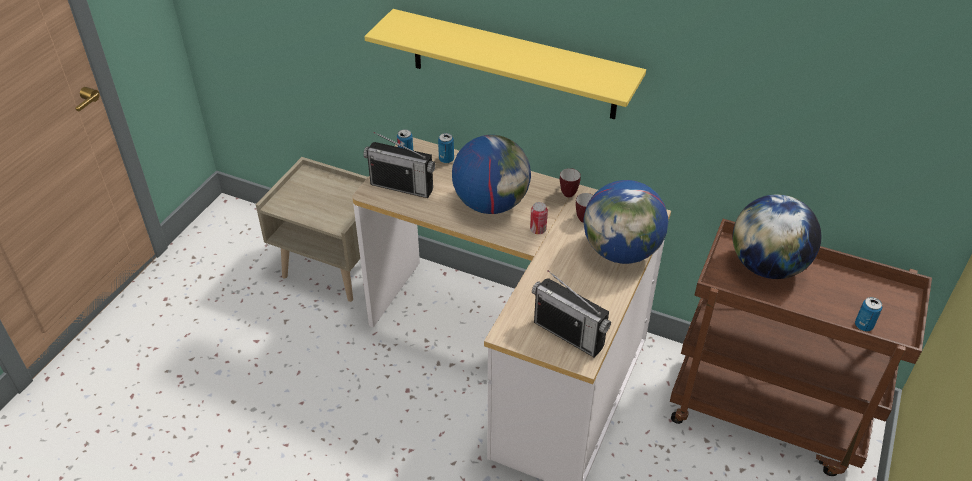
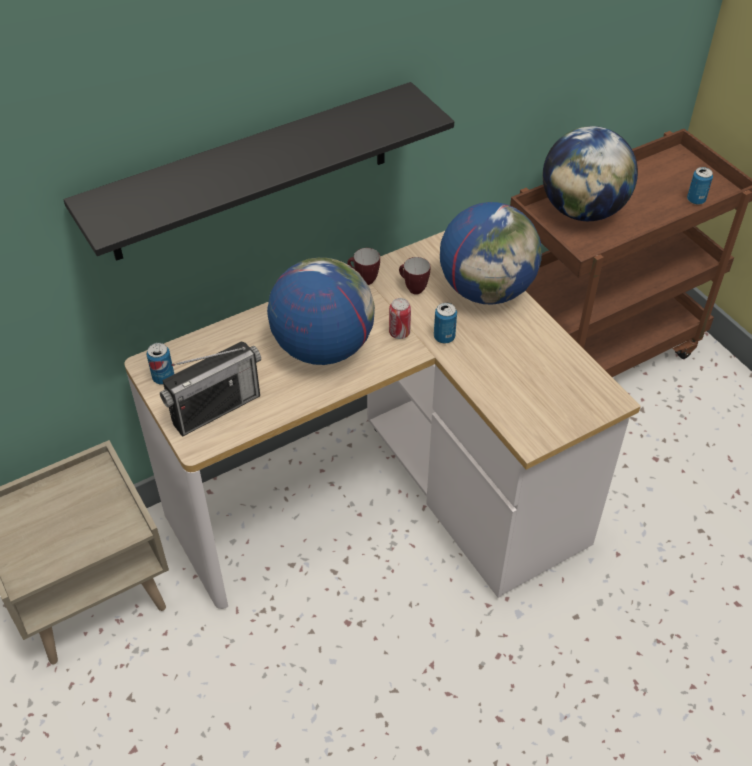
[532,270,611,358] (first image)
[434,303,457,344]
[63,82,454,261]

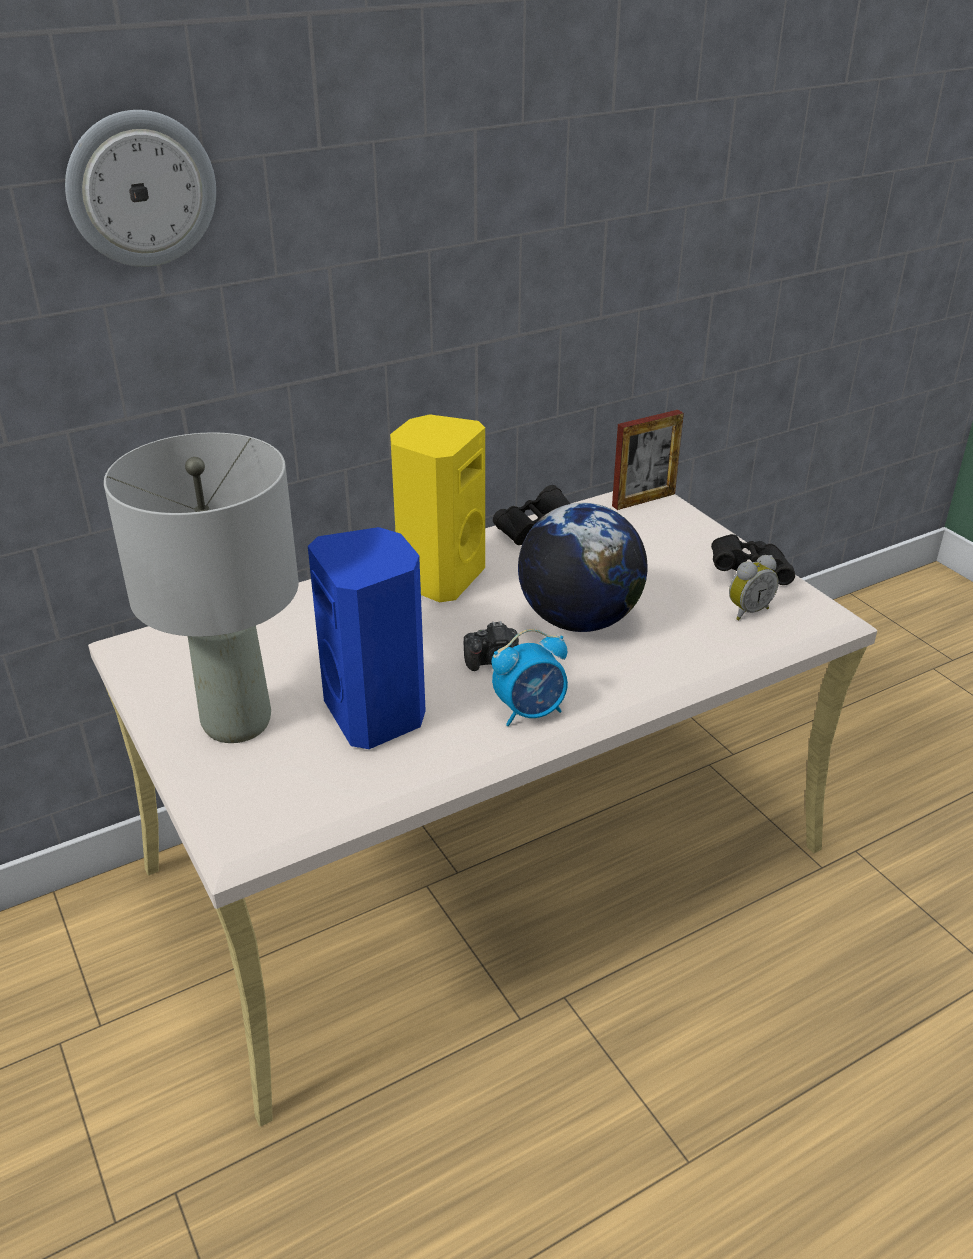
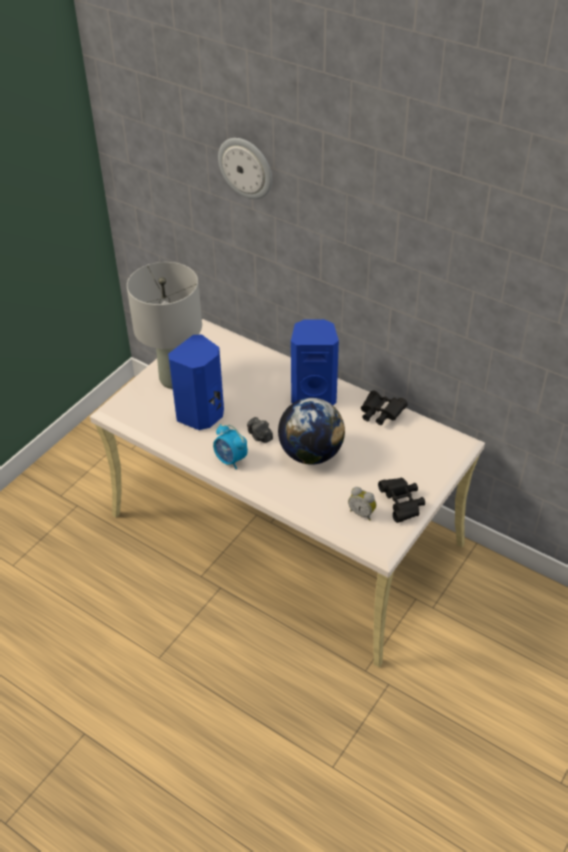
[612,410,684,510] (first image)
[291,319,339,405]

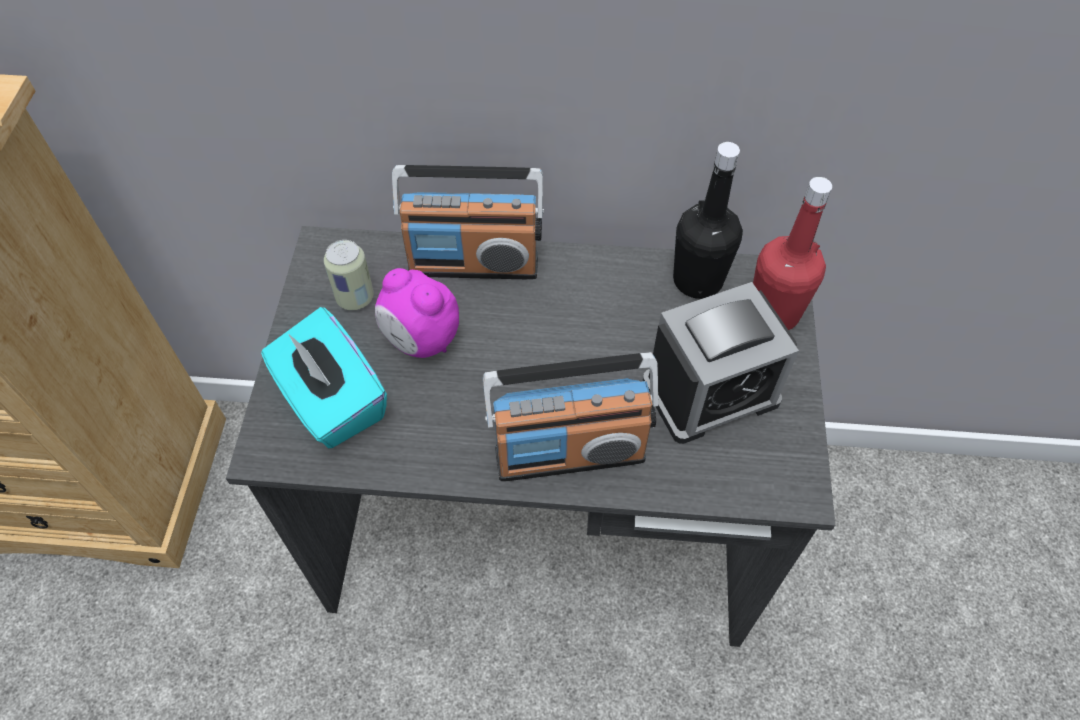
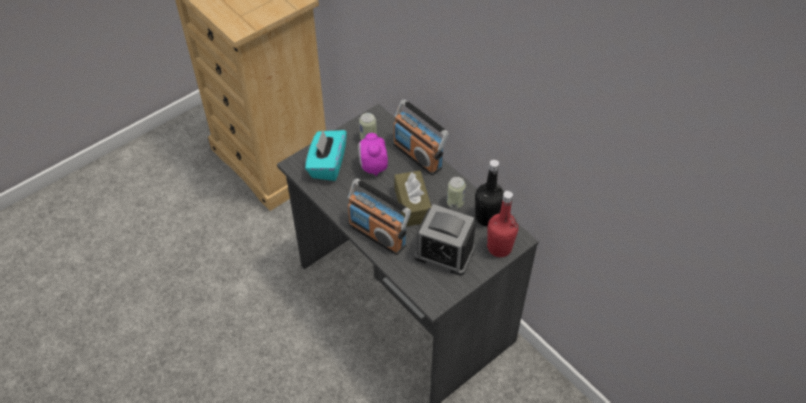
[394,170,431,227]
[447,177,466,209]

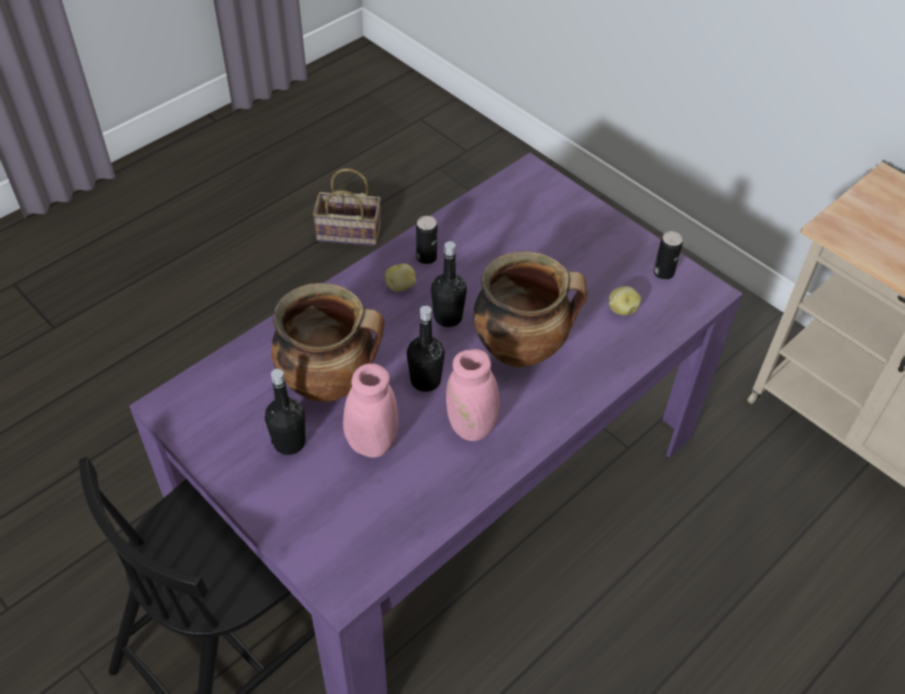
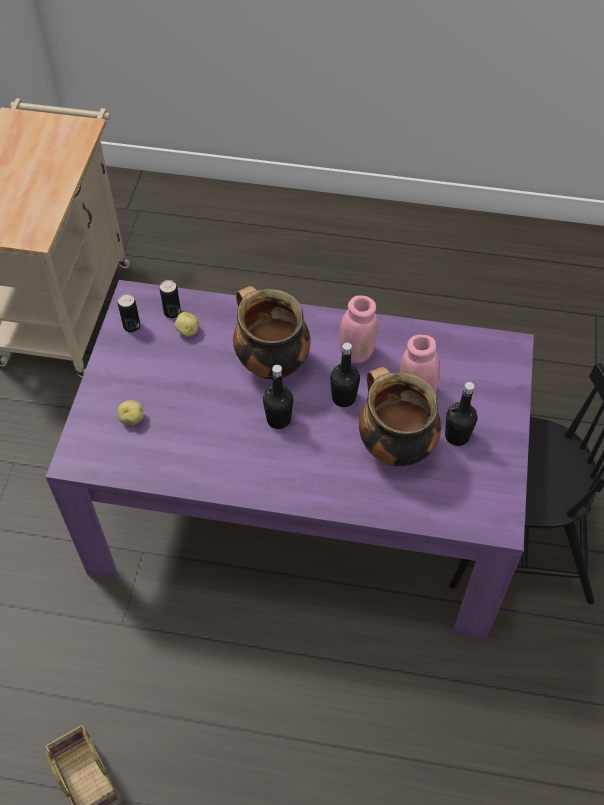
[117,400,144,425]
[160,280,181,318]

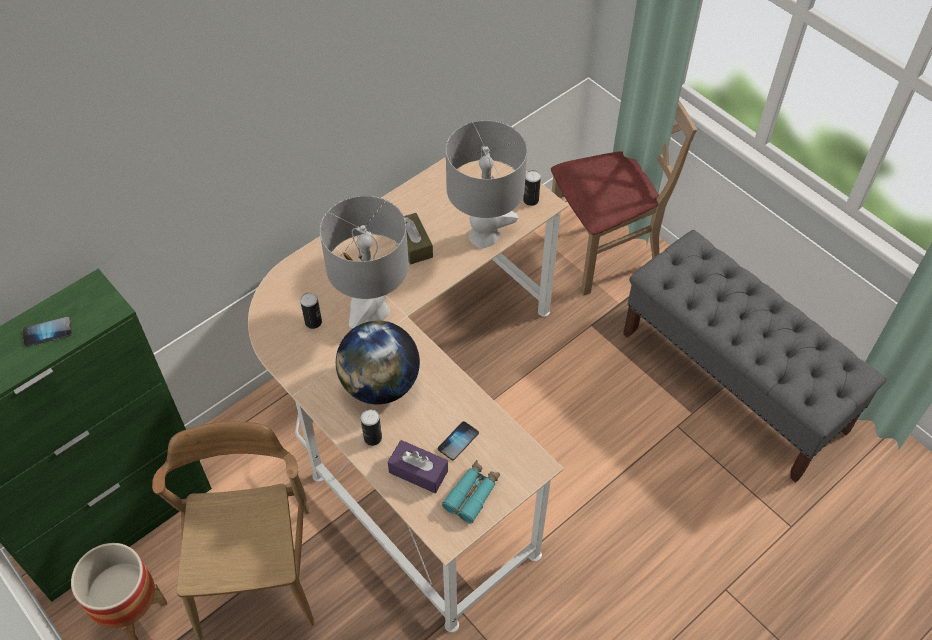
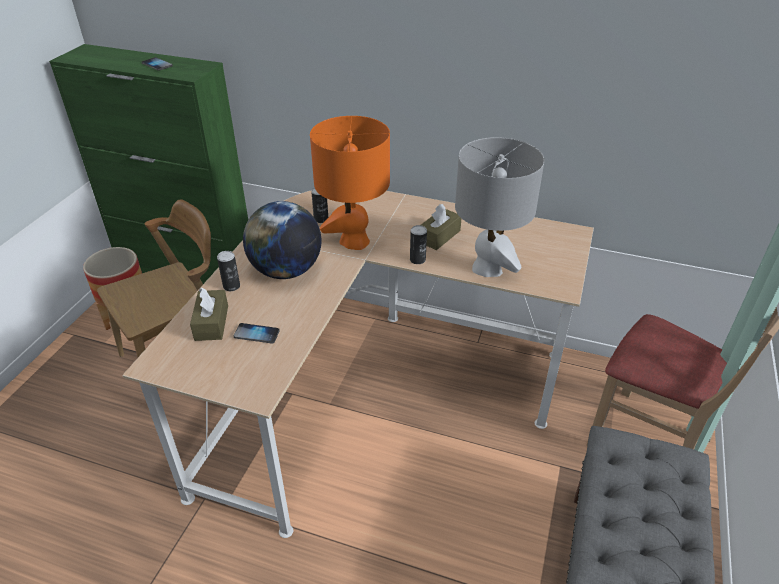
[442,460,500,523] (first image)
[410,225,427,264]
[310,116,390,250]
[190,288,228,341]

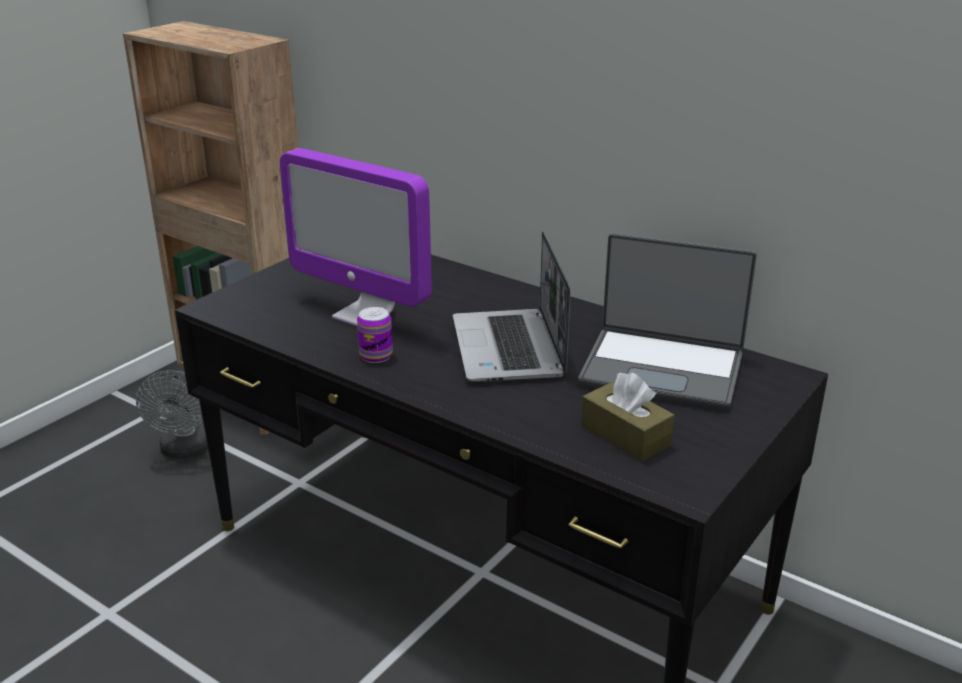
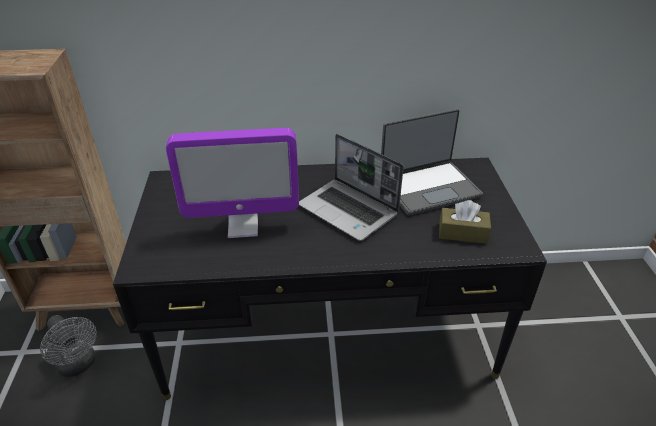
[357,307,393,363] (first image)

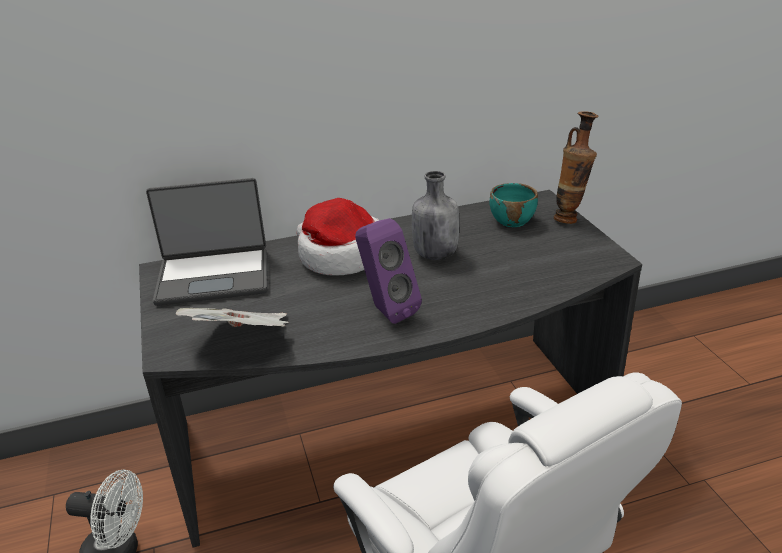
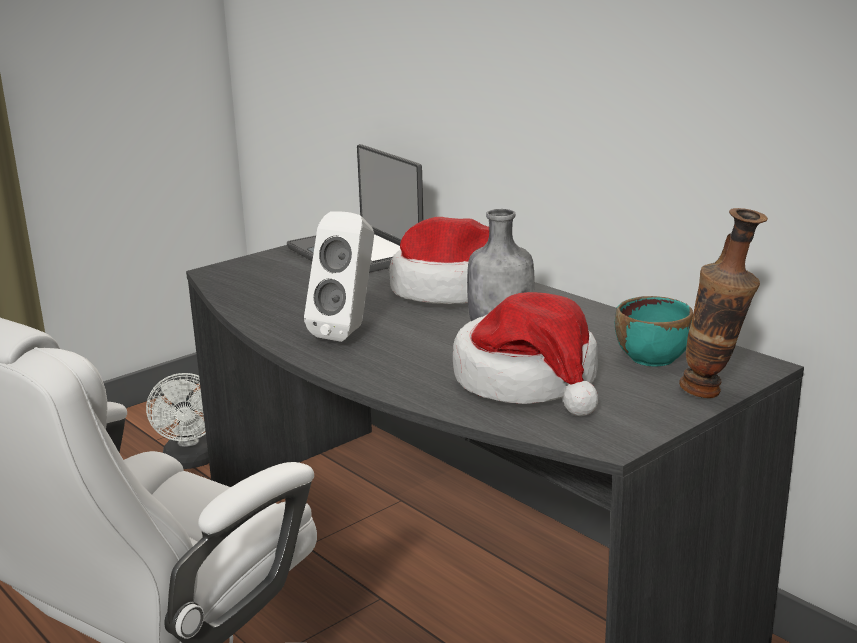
[176,308,289,327] (first image)
[453,292,598,416]
[304,212,374,342]

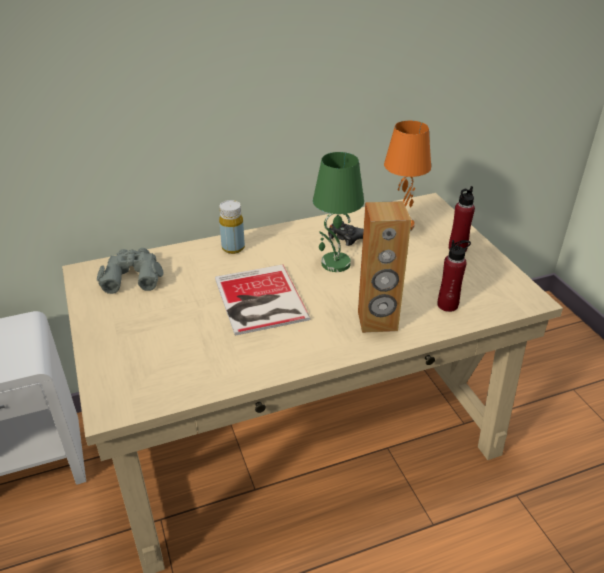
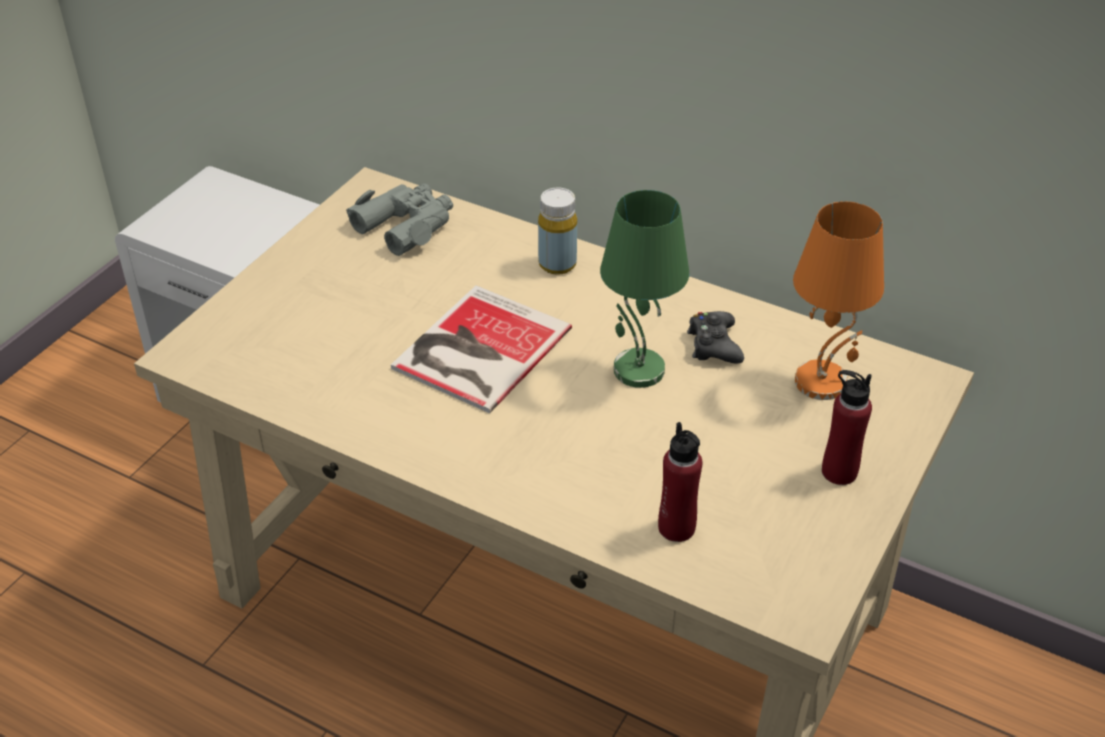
[358,201,411,333] (first image)

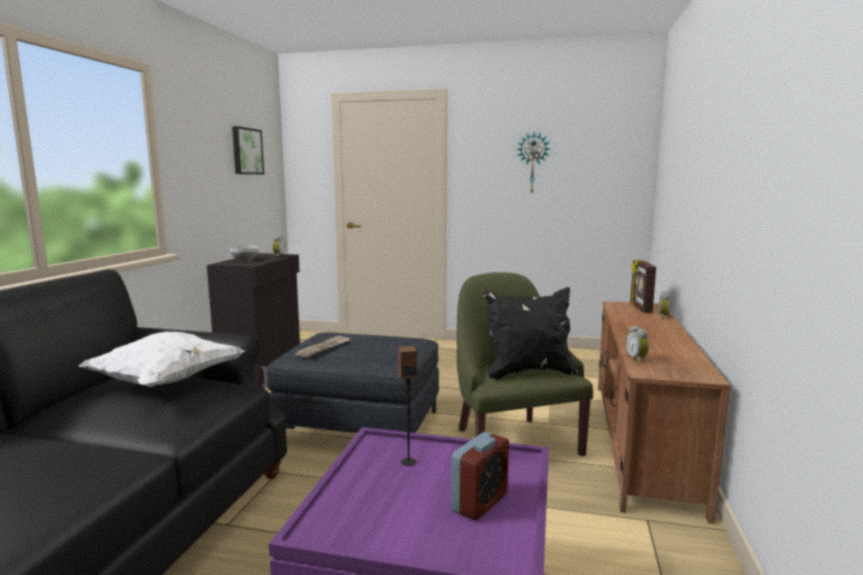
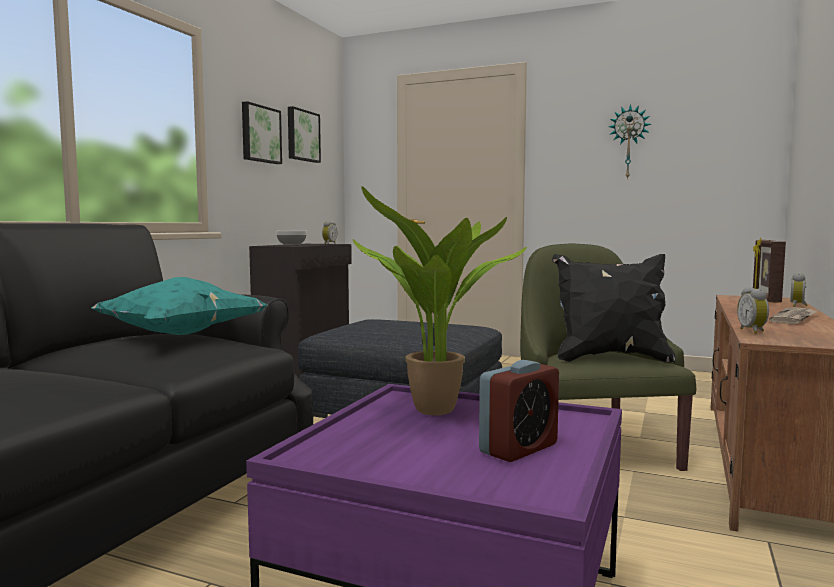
[242,101,282,164]
[769,307,818,324]
[352,186,527,415]
[91,277,267,335]

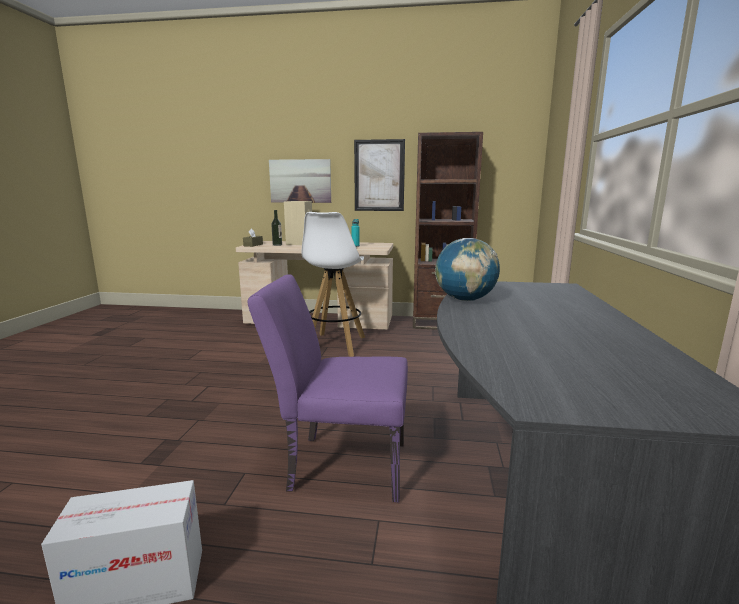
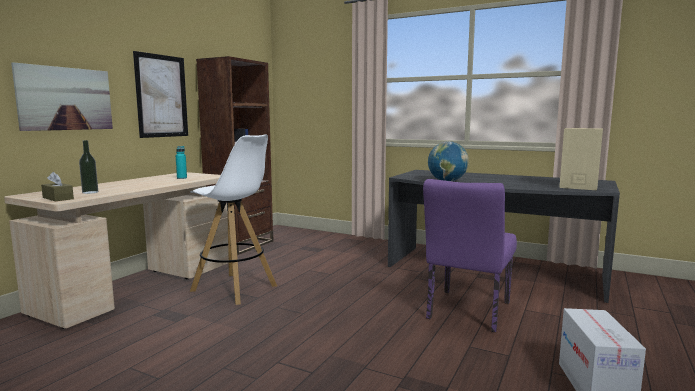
[559,128,603,190]

